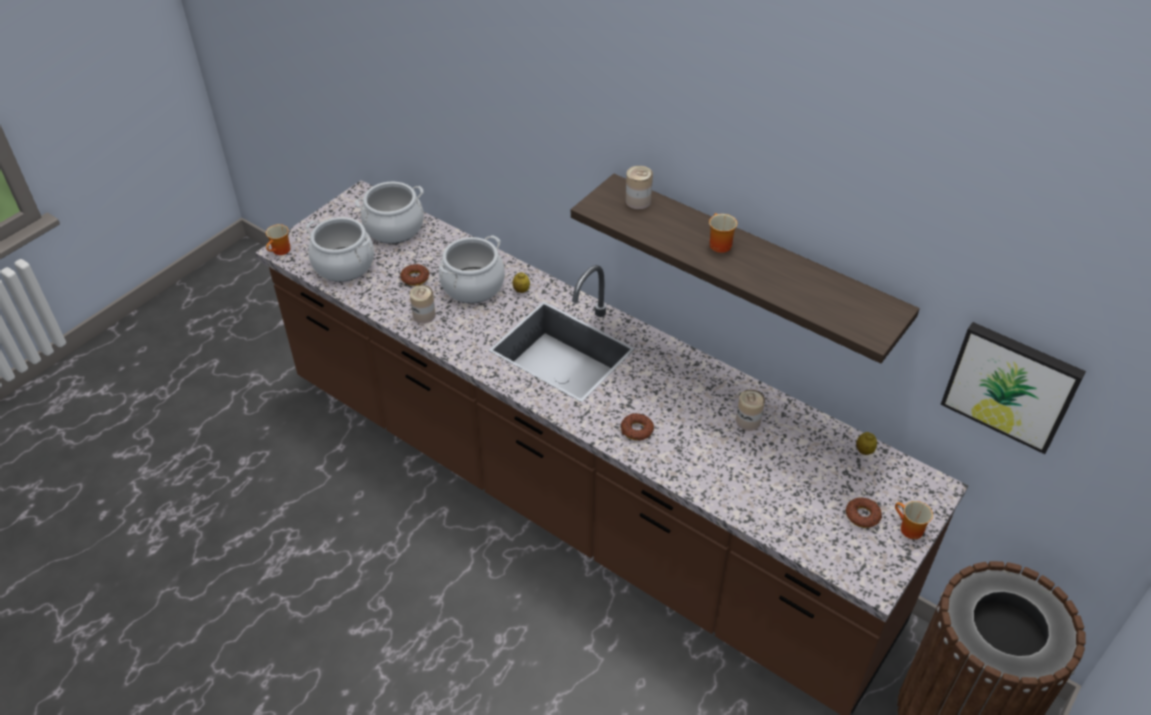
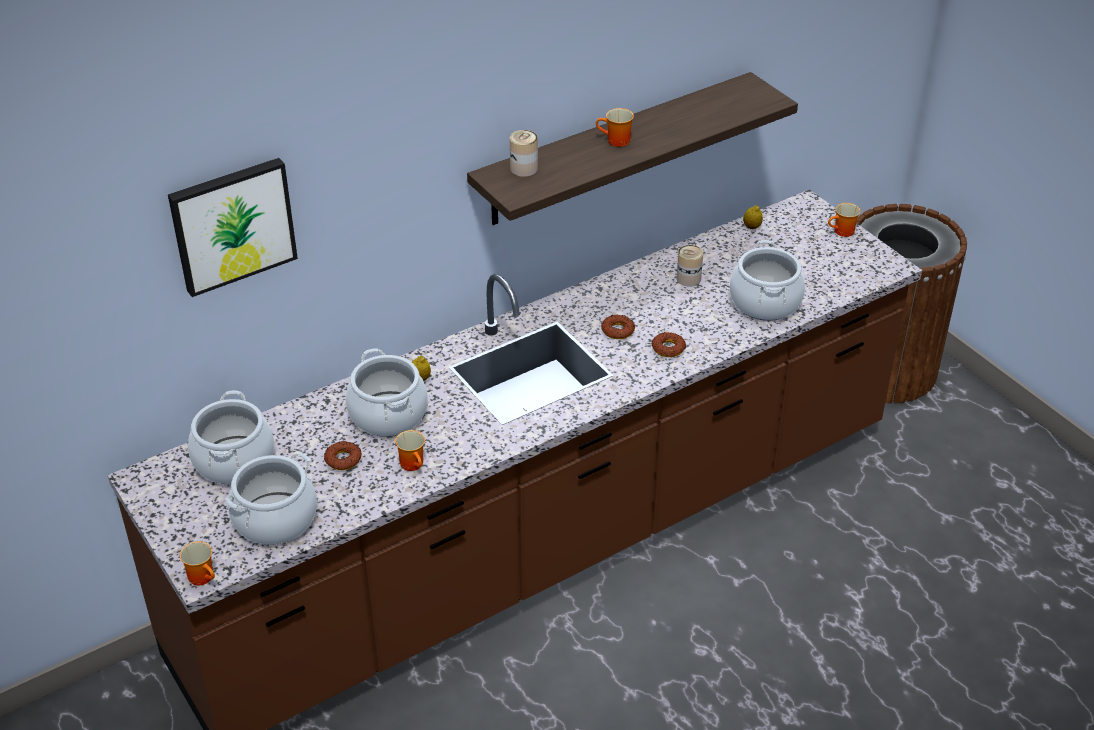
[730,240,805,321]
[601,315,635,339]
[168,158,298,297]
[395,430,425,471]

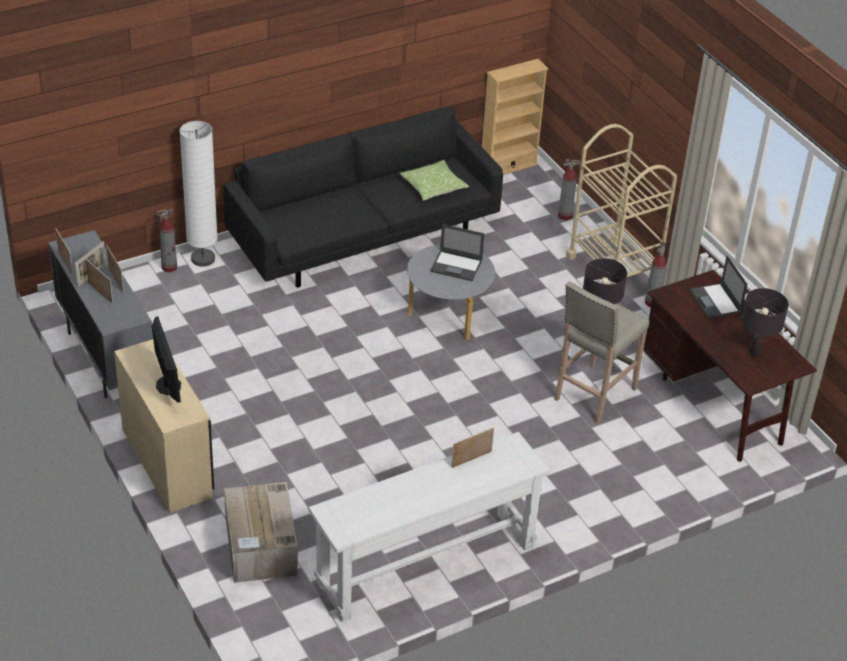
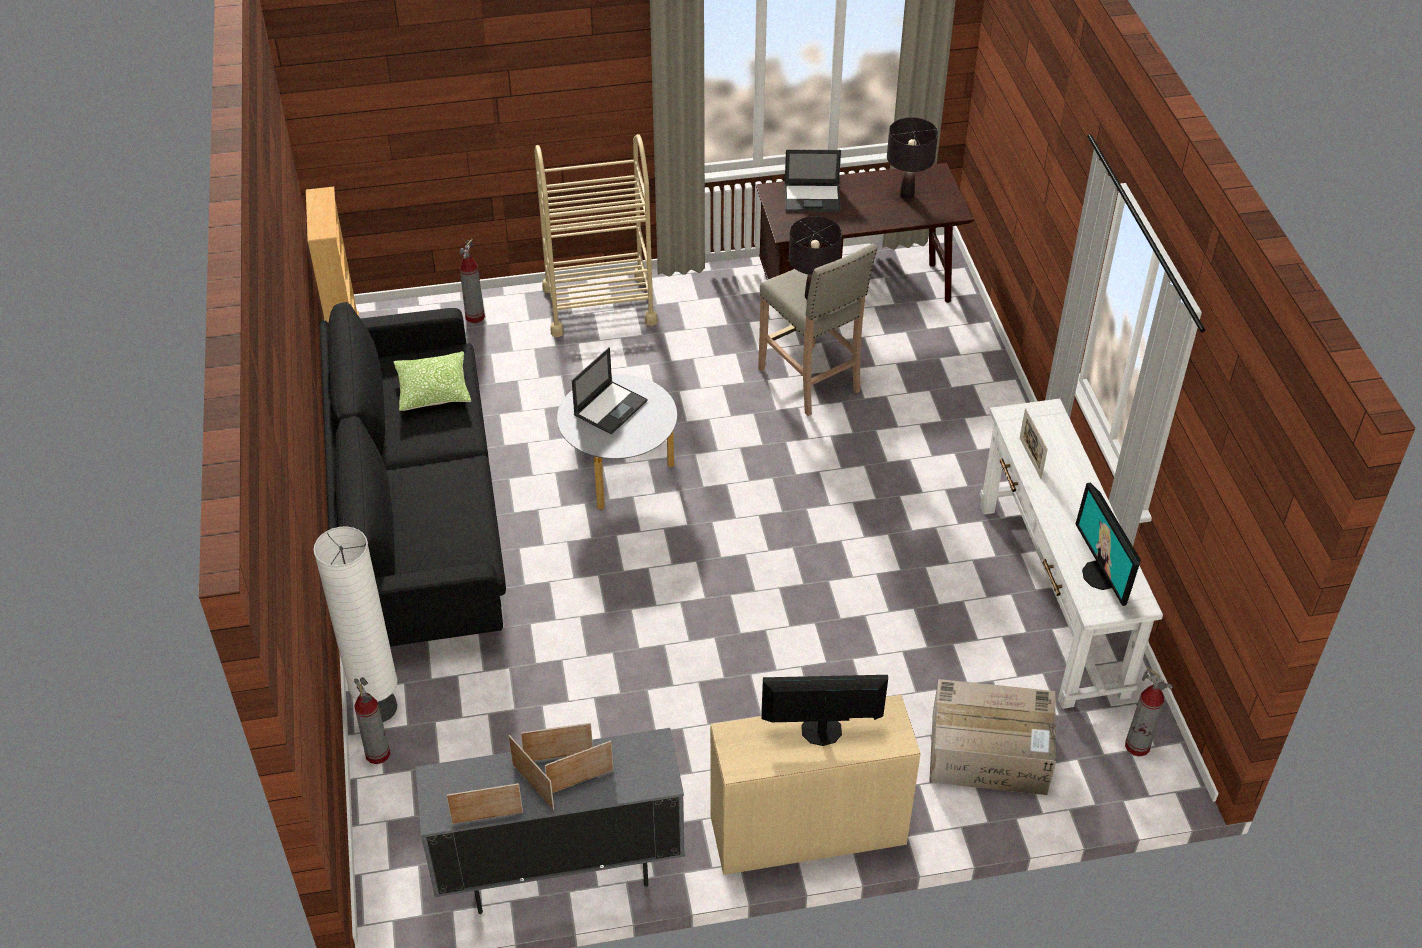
[1075,483,1141,606]
[1125,667,1173,757]

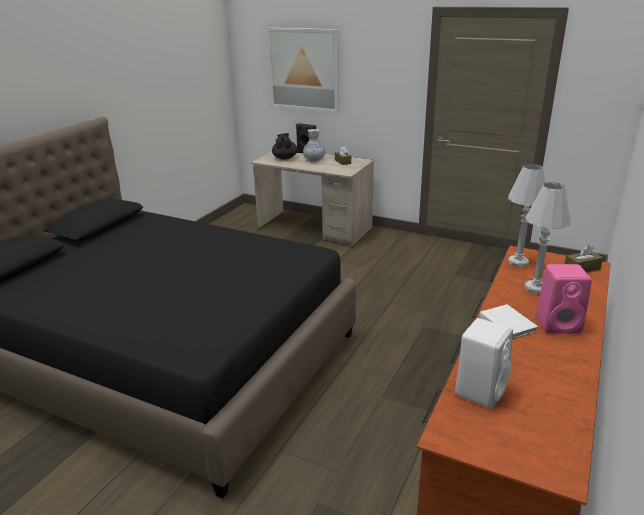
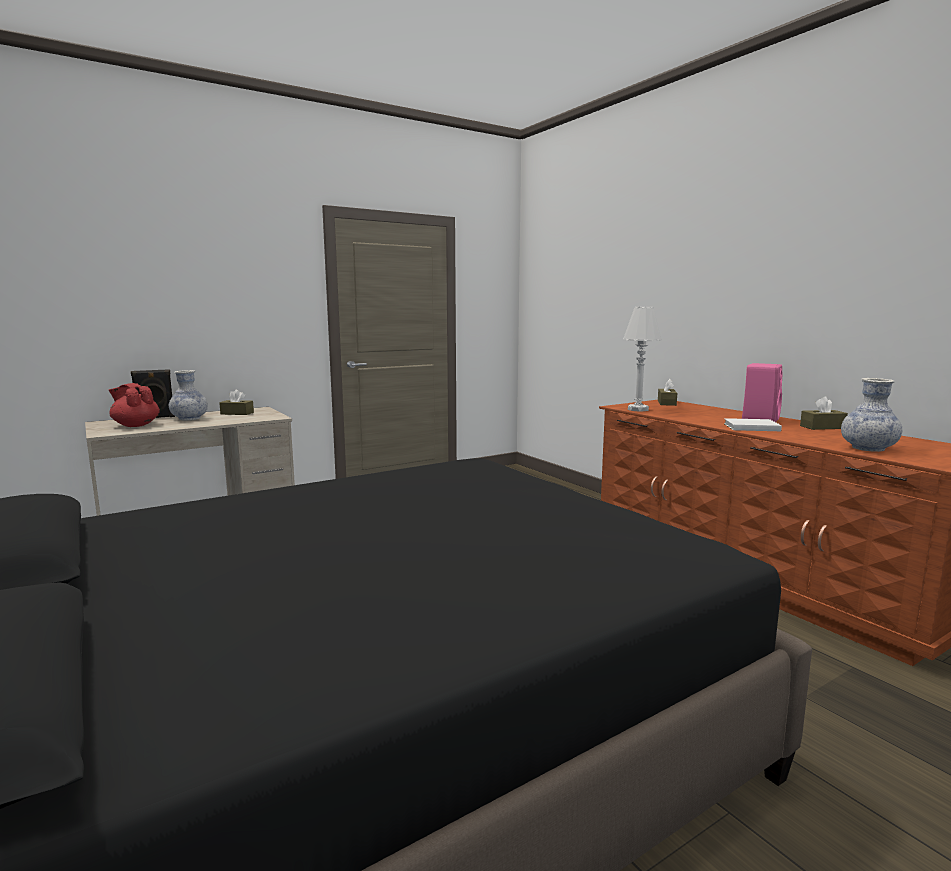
[267,28,339,113] (first image)
[524,182,571,295] (first image)
[800,396,848,430]
[841,378,902,452]
[109,383,160,427]

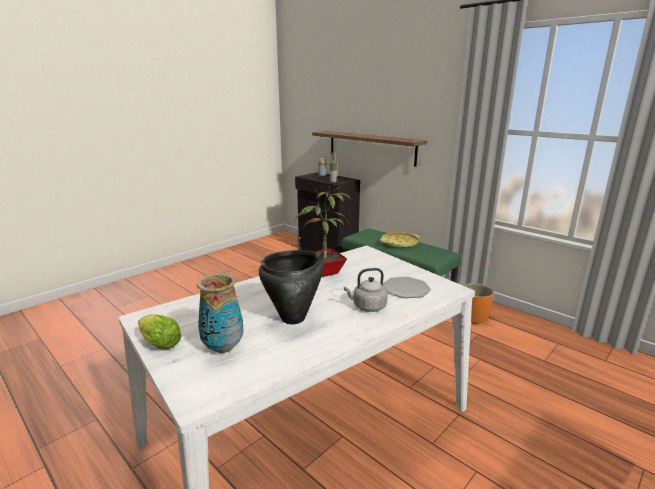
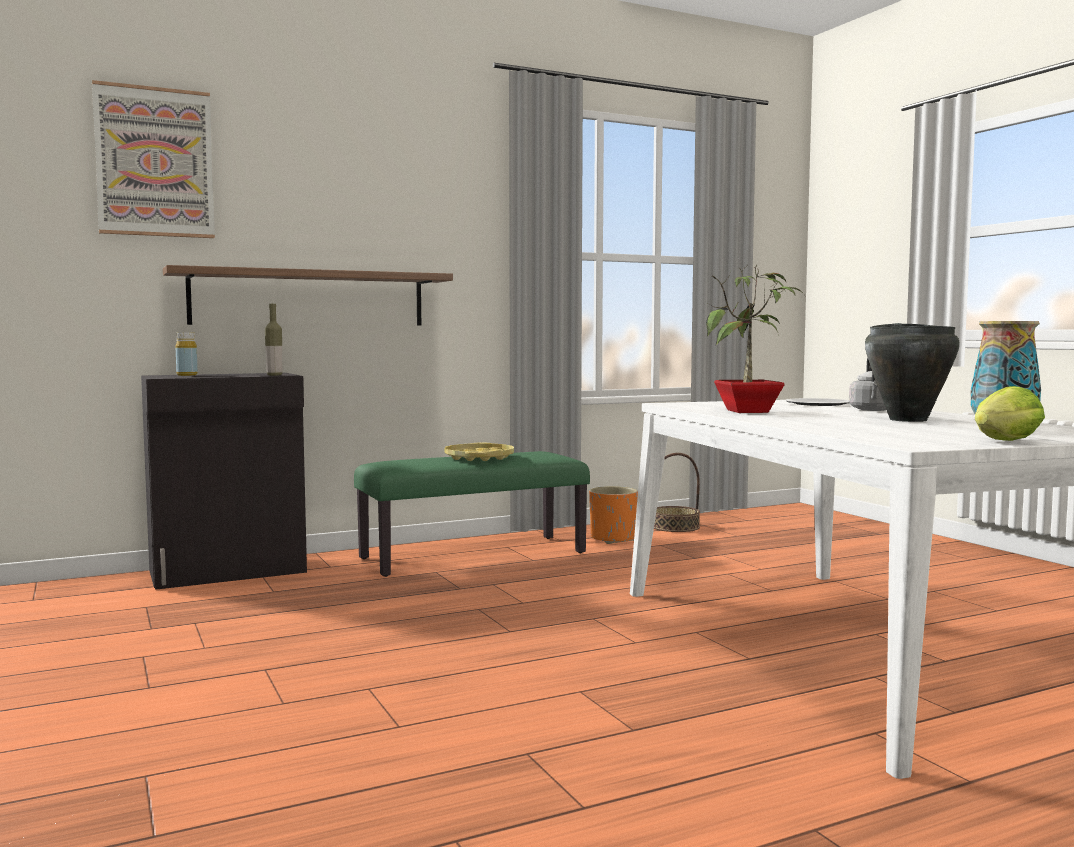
[92,80,215,238]
[654,453,700,532]

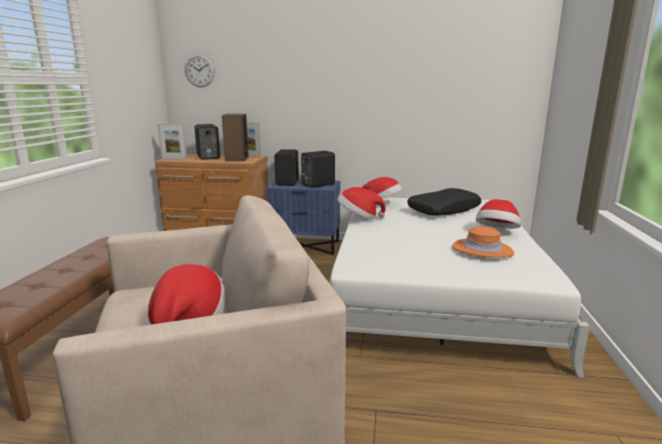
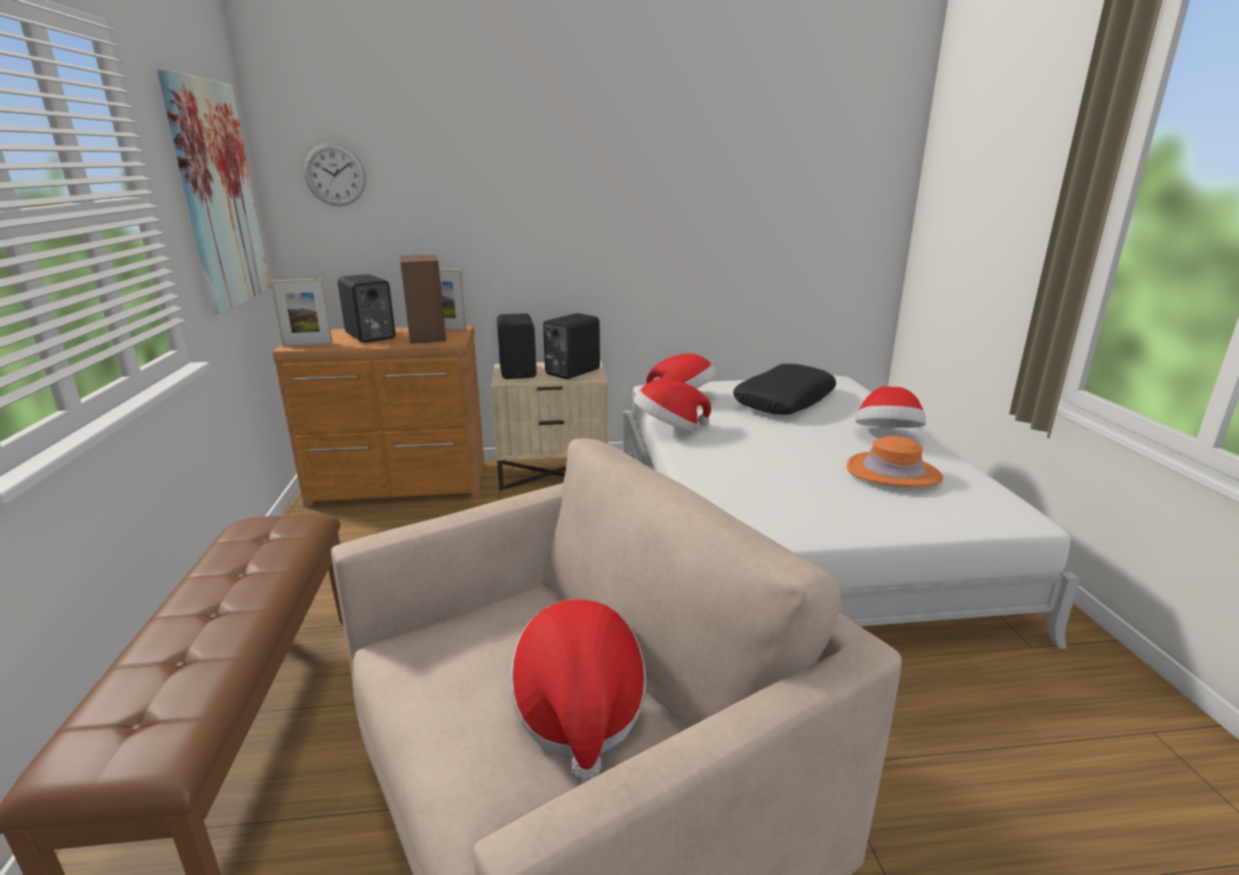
[157,69,271,314]
[491,360,608,491]

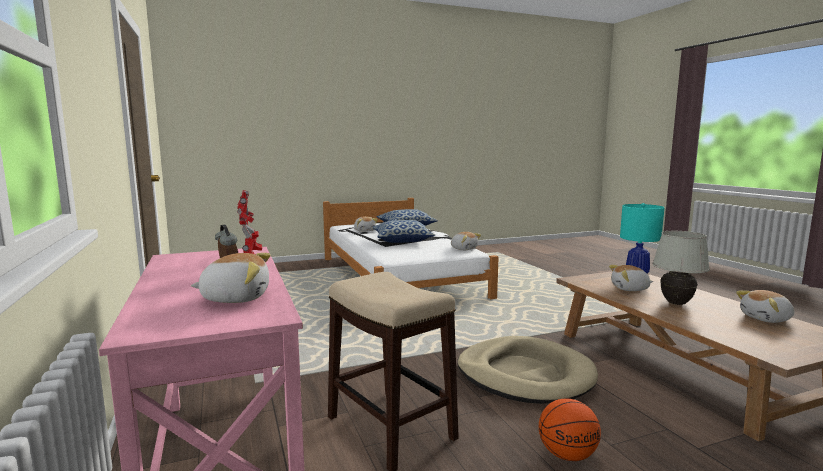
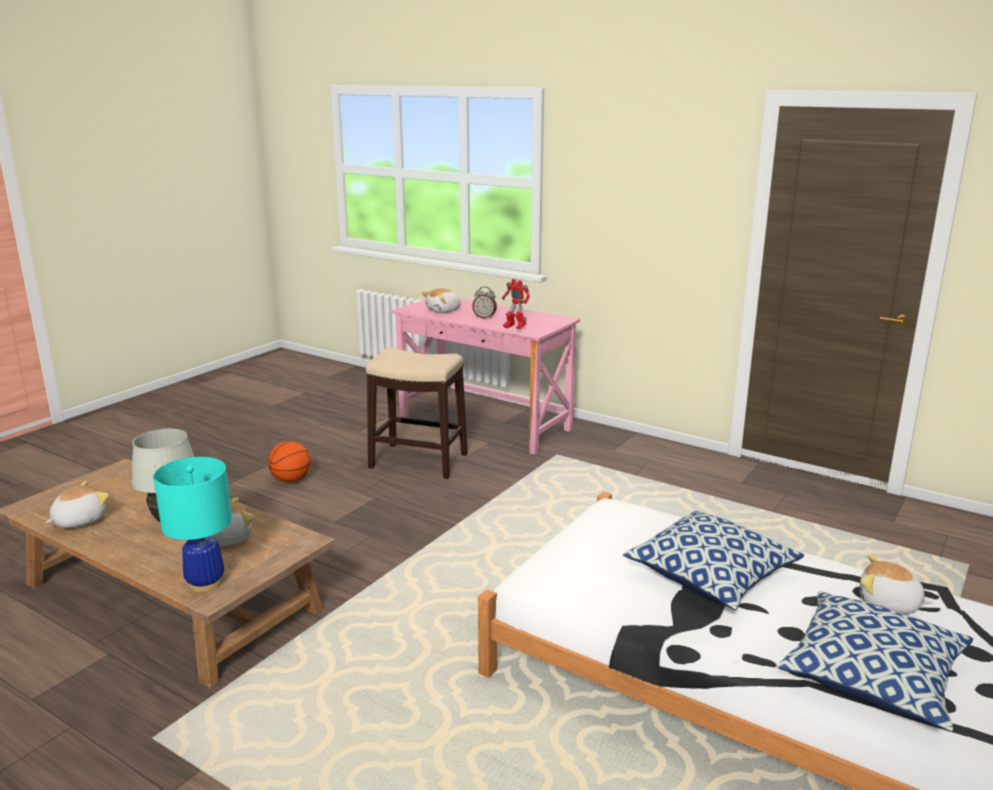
[451,232,481,250] (first image)
[457,336,598,404] (first image)

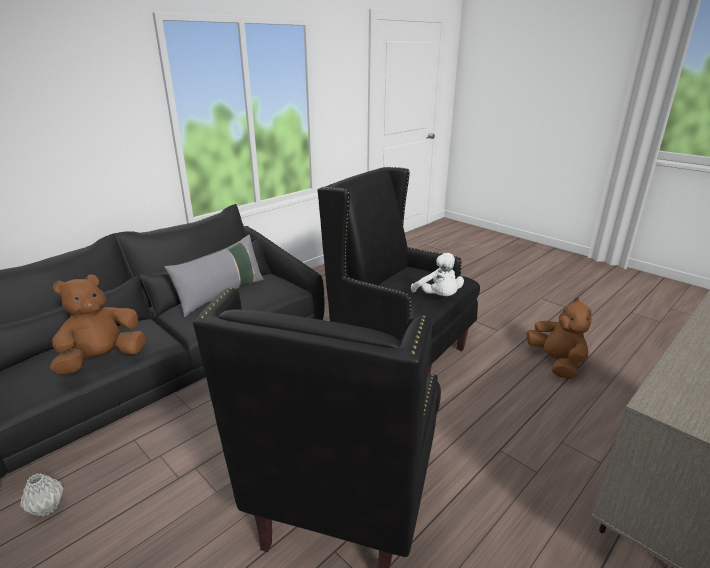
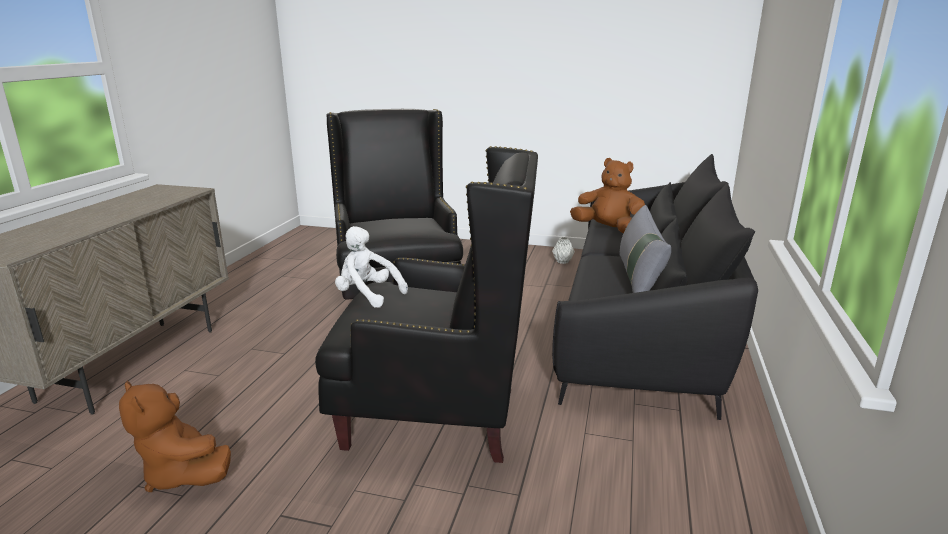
[570,158,645,233]

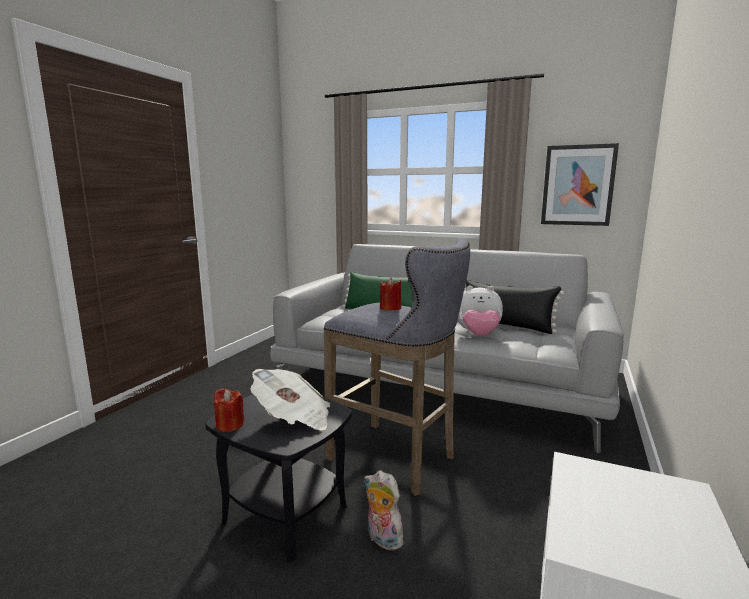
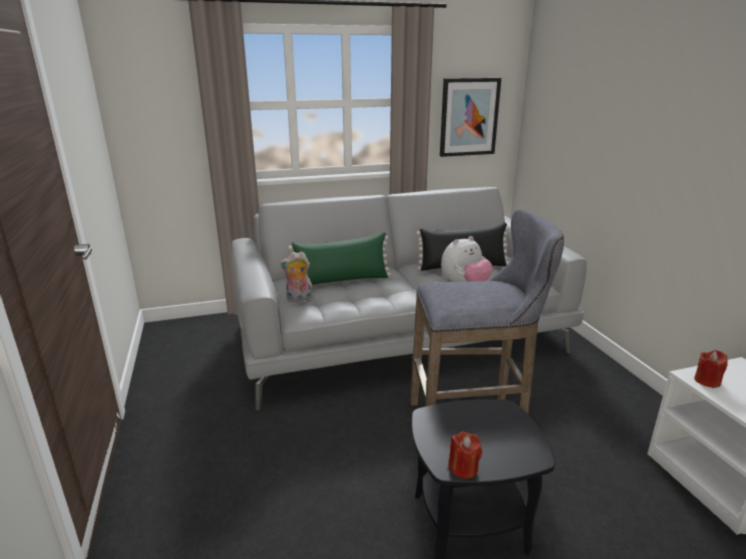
[250,369,330,430] (first image)
[280,251,313,303]
[694,350,728,388]

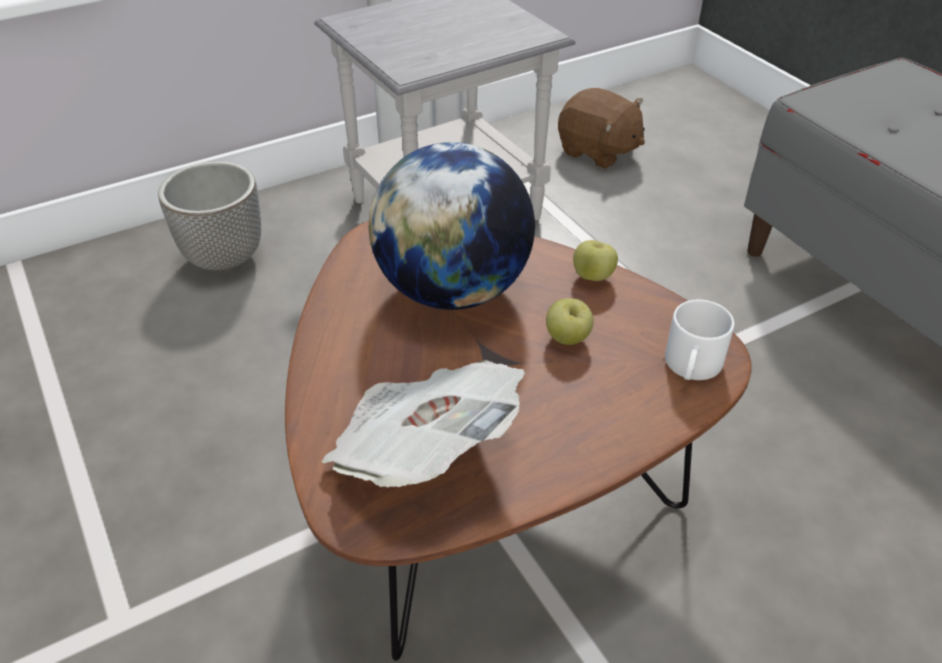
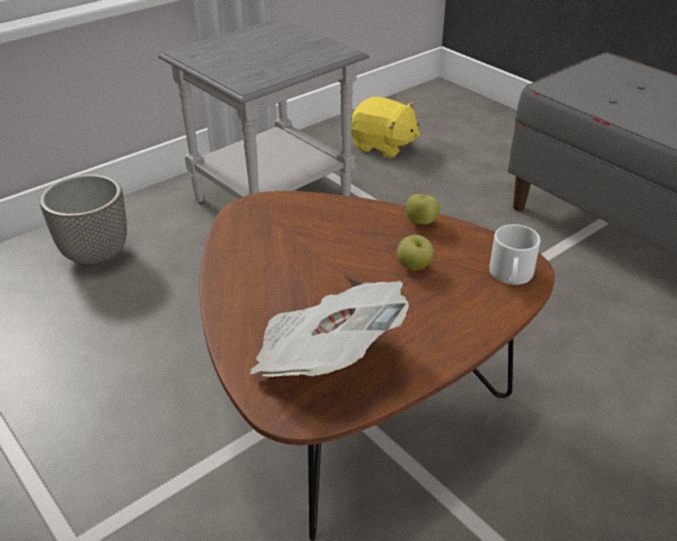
[369,142,535,310] (first image)
[351,97,420,158]

